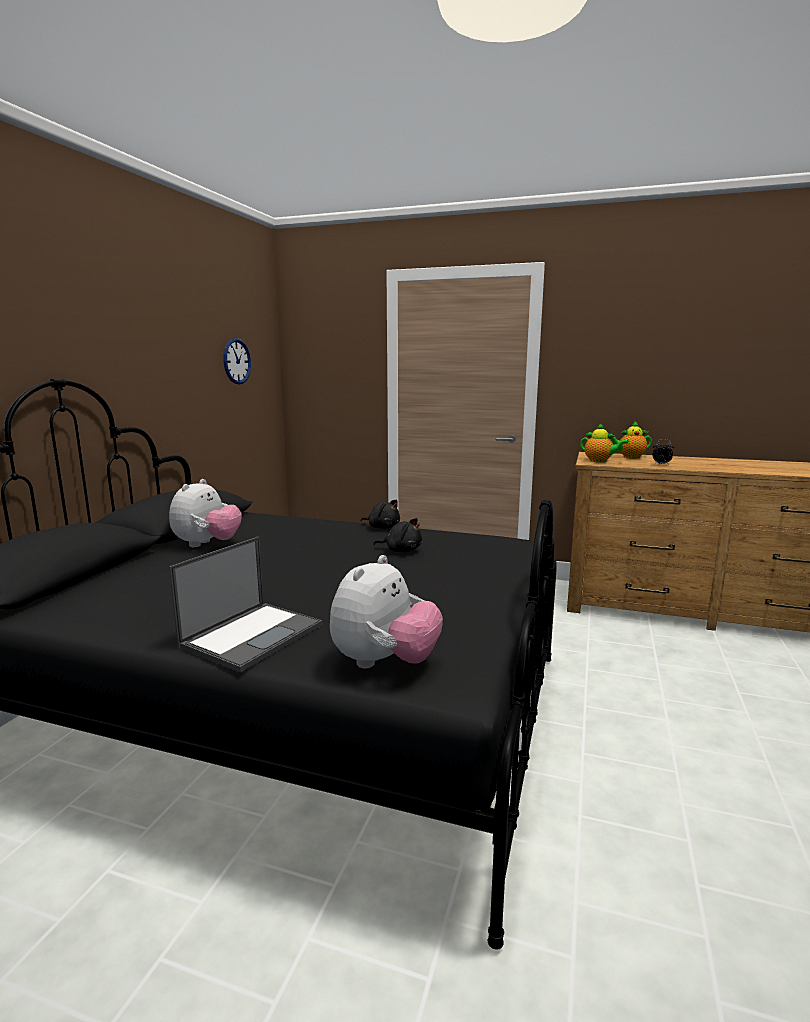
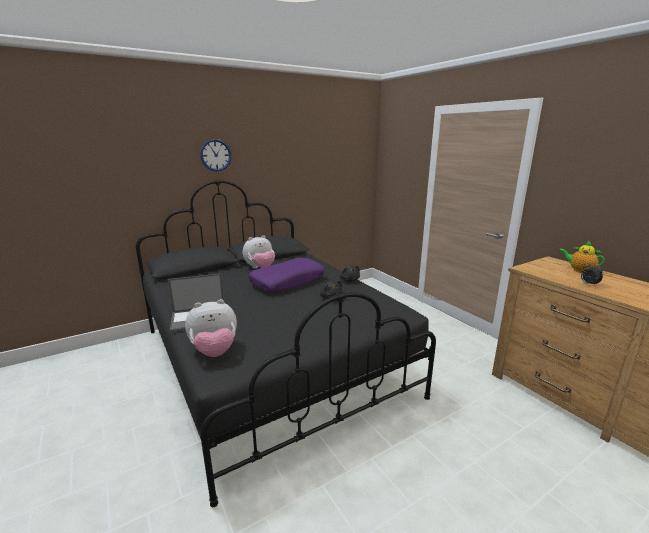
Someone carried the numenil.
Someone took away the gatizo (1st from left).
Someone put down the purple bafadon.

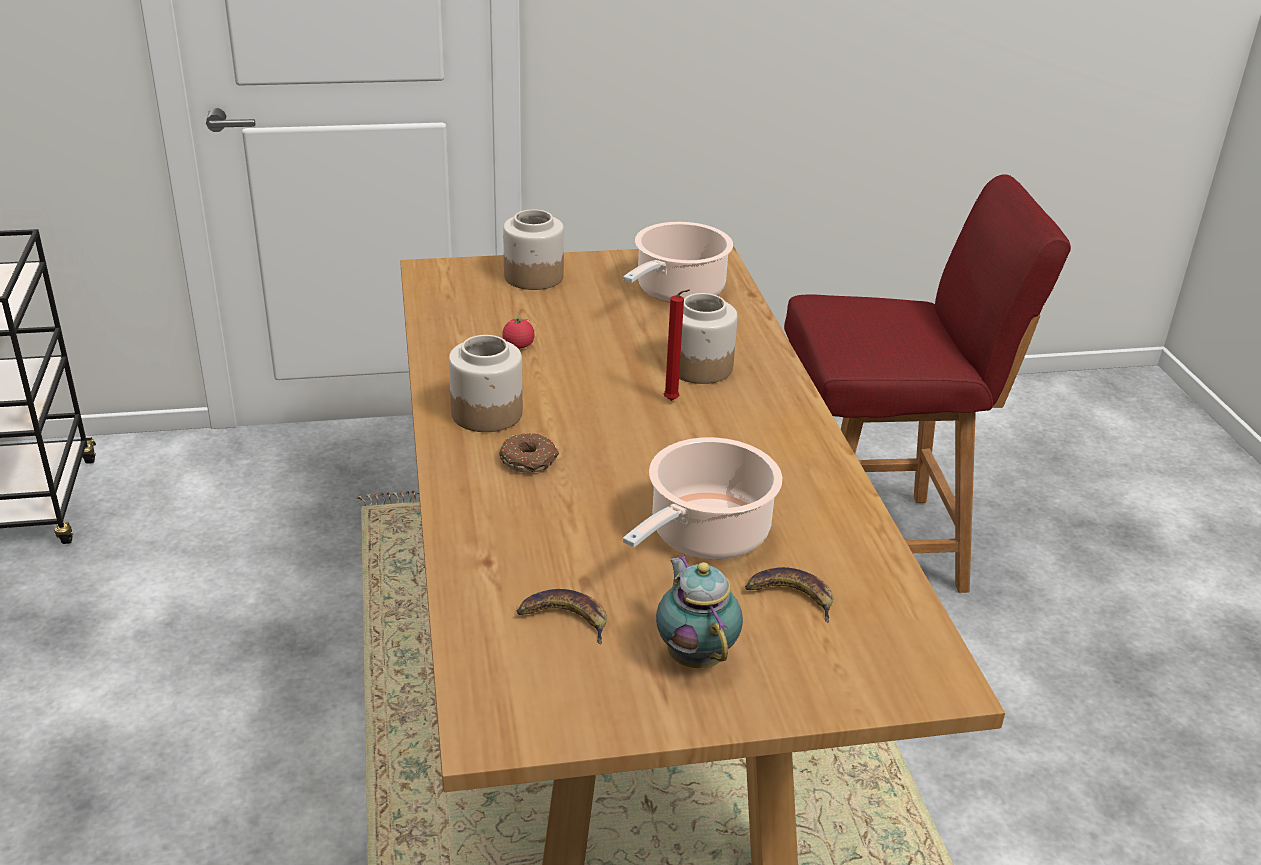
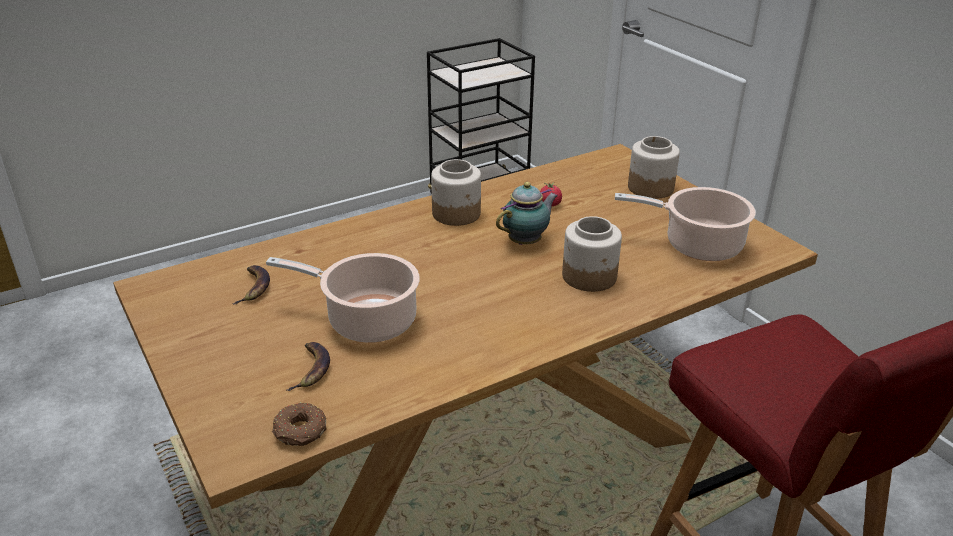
Someone took away the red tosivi.
Someone carried the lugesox.
Someone carried the gatizo.

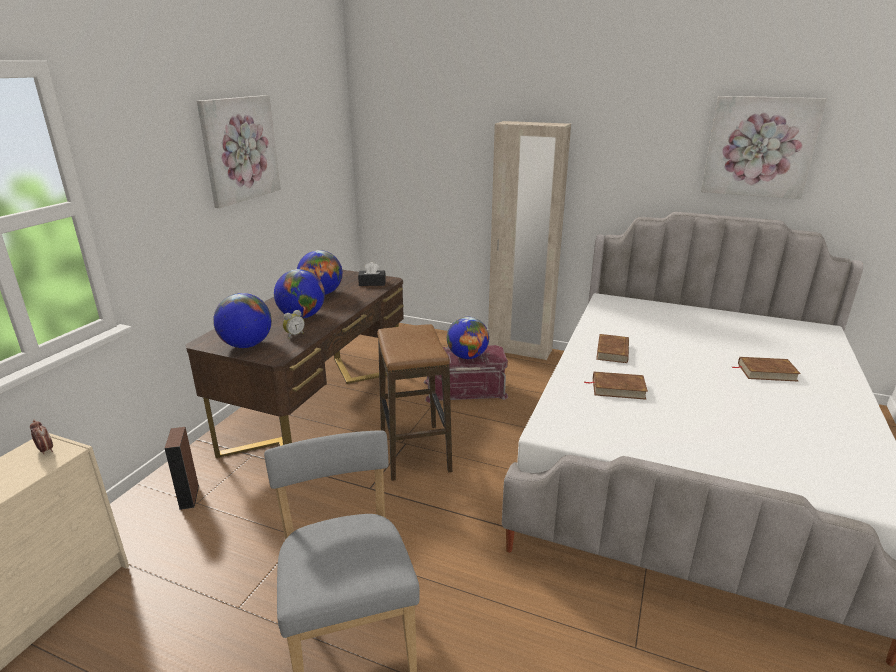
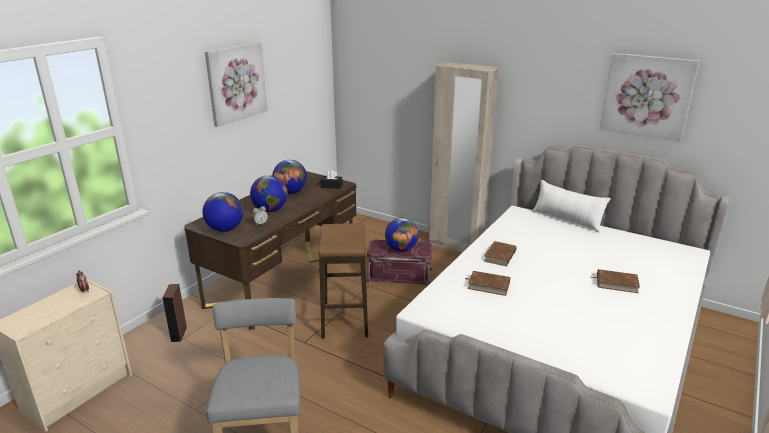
Someone put down the white bafadon.

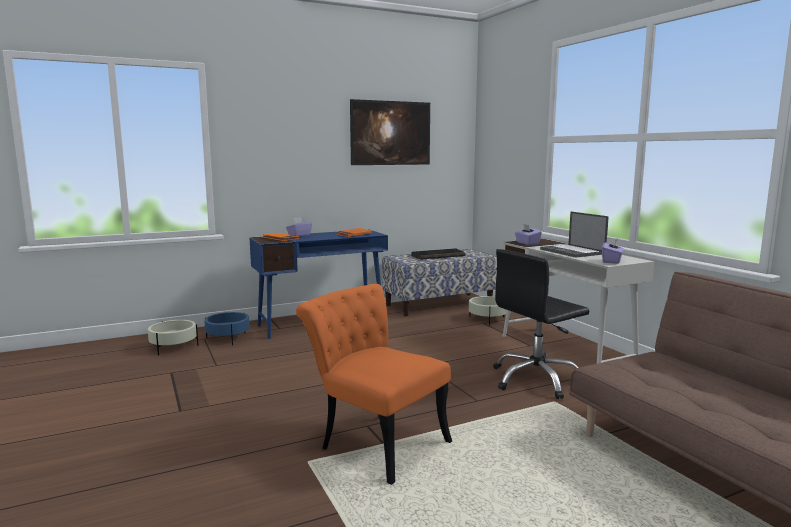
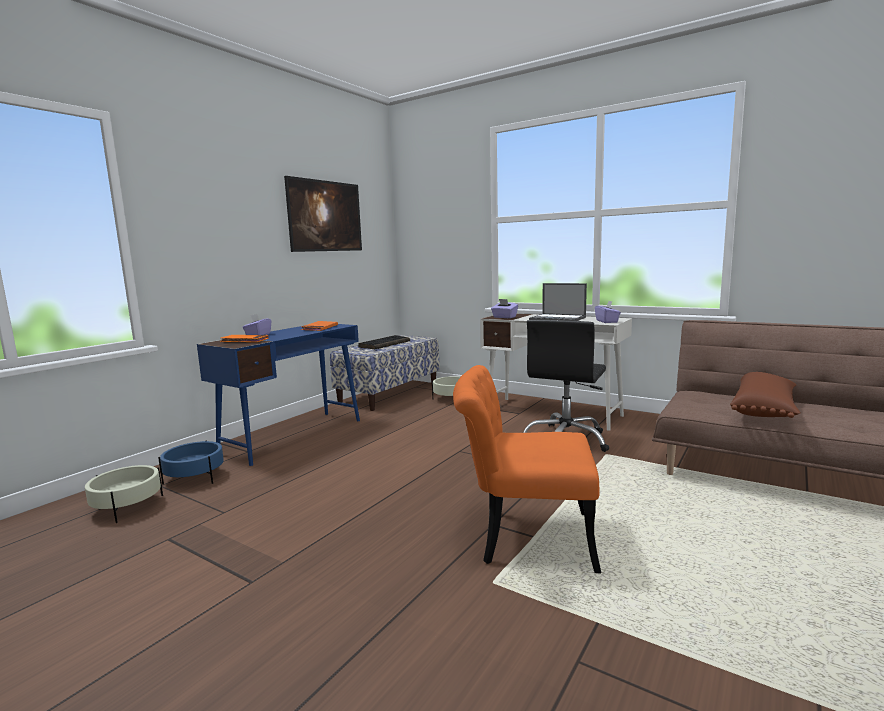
Someone put down the brown bafadon.

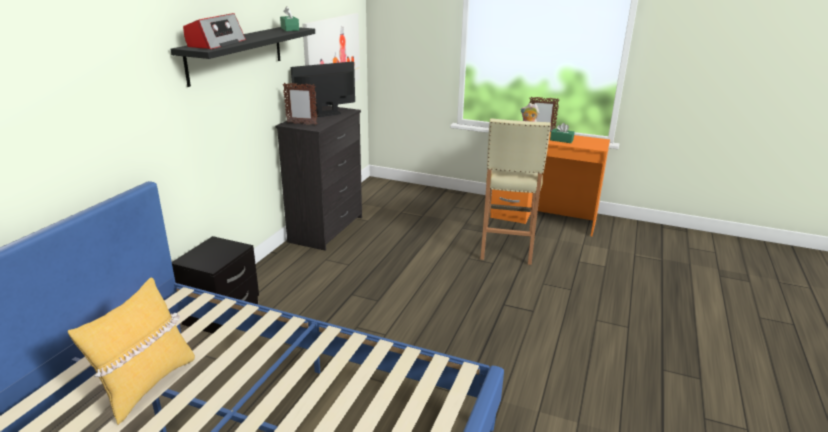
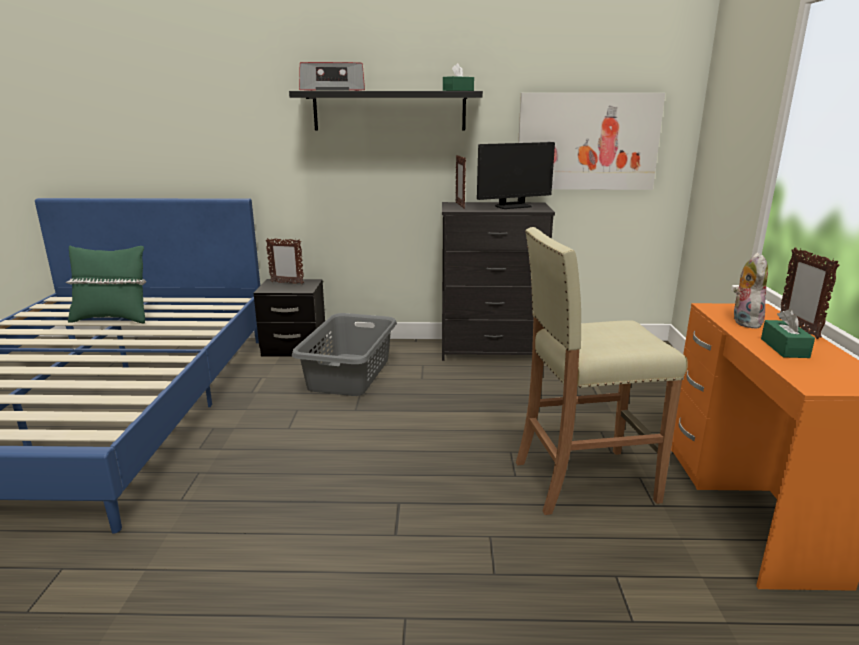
Someone rotated the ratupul by 120 degrees clockwise.
Someone repainted the yellow bafadon, which became the green bafadon.
Someone put down the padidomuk (1st from left).
Someone put down the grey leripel.

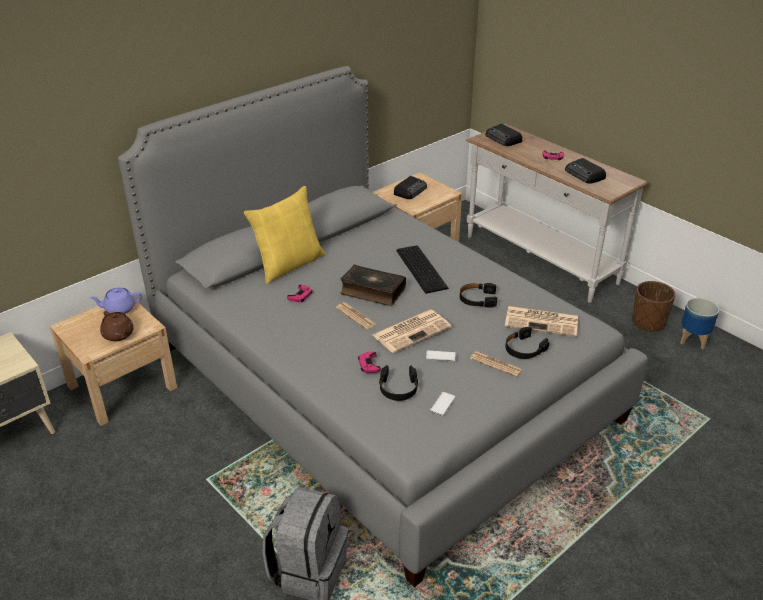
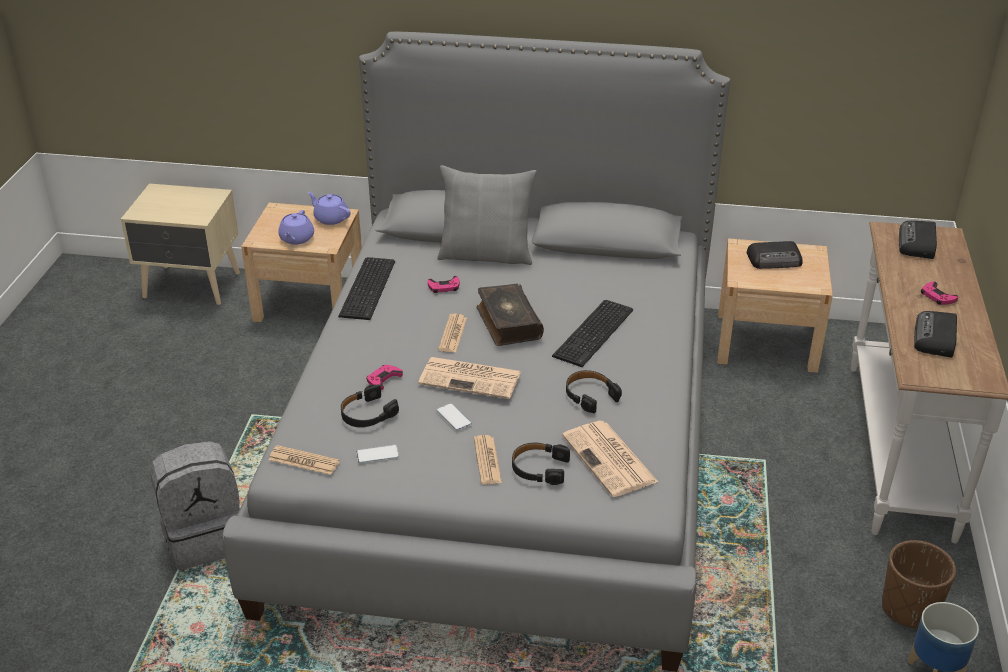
Someone repainted the yellow bafadon, which became the grey bafadon.
Someone repainted the brown gatizo, which became the purple gatizo (1st from left).
Someone put down the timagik (1st from left).
Someone put down the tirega (1st from left).

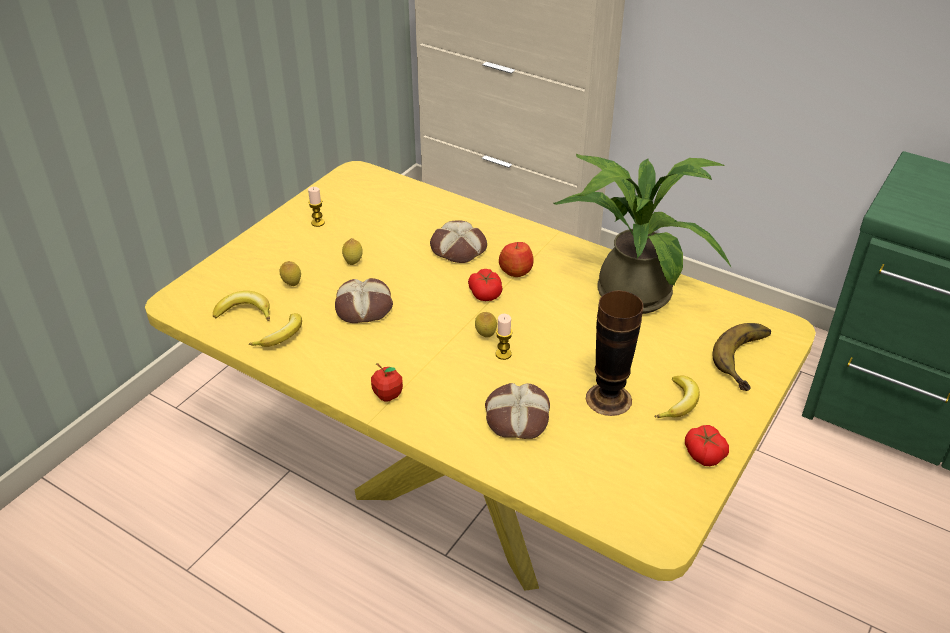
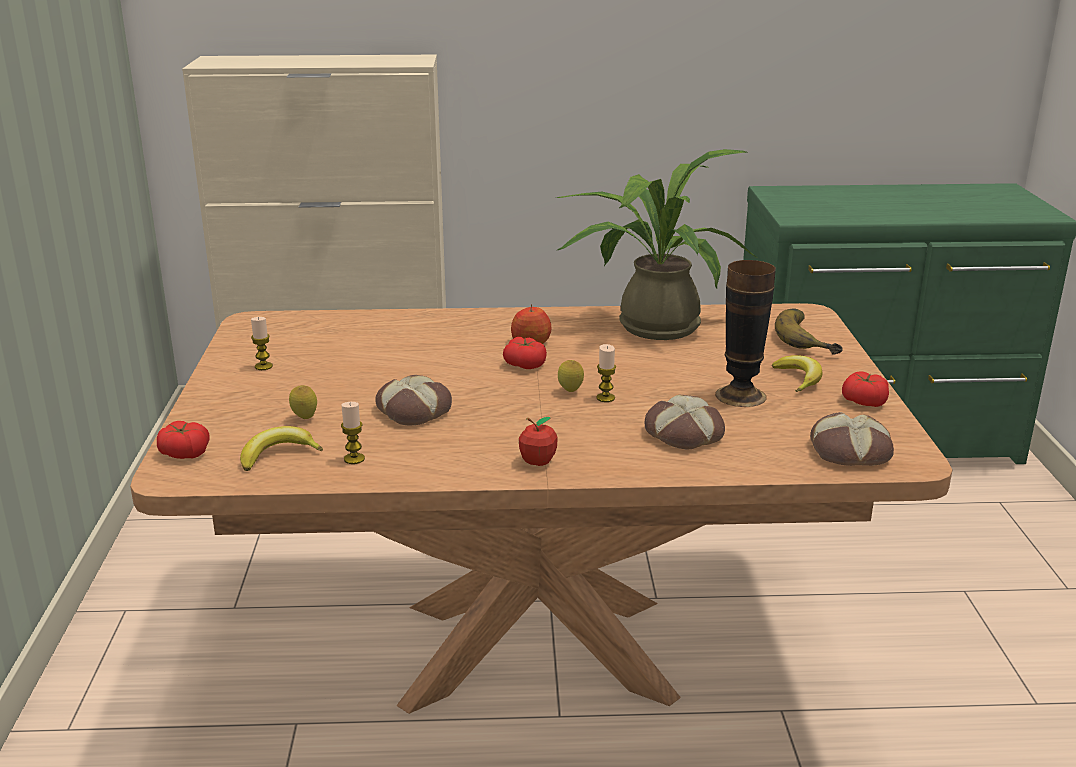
Someone repainted the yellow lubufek, which became the brown lubufek.
Someone carried the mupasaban (2nd from left in the first image).
Someone took away the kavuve (2nd from left).
Someone swapped the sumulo (2nd from left) for the tosivi (2nd from left).
Someone put down the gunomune (1st from left).

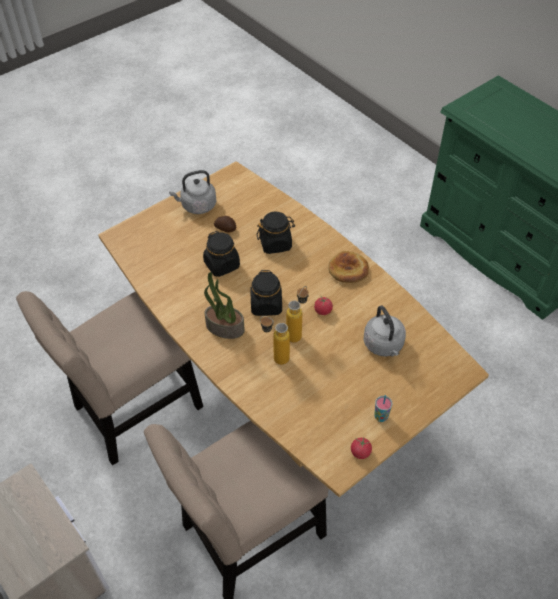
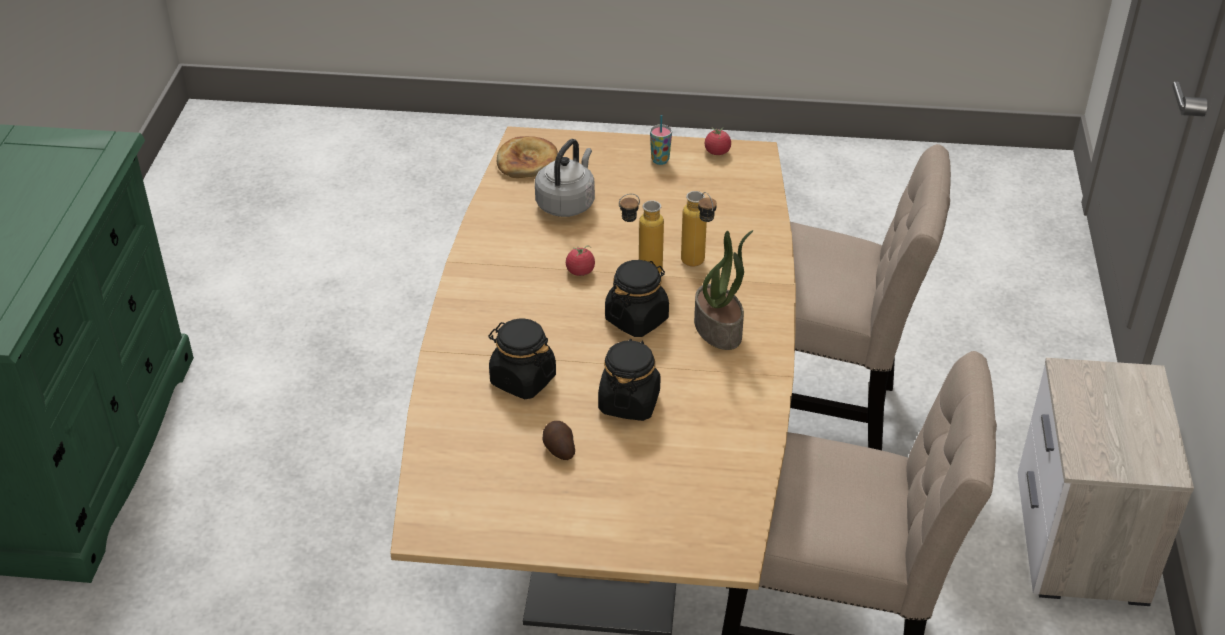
Someone took away the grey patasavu (1st from left).
Someone carried the mupasaban.

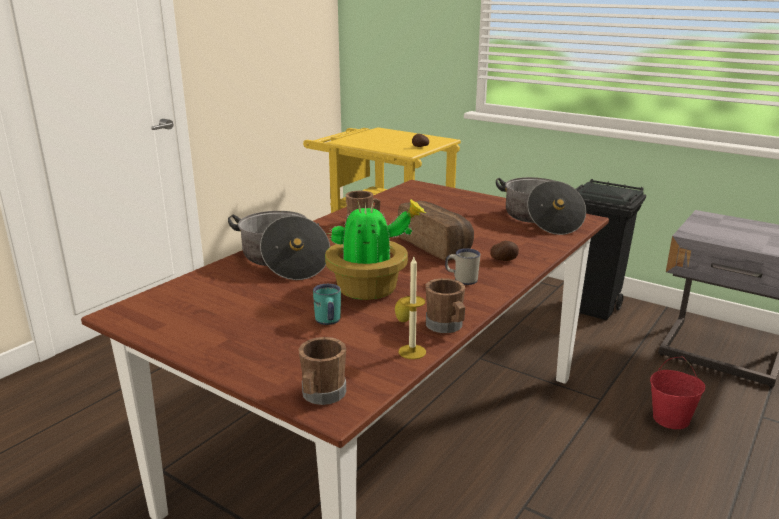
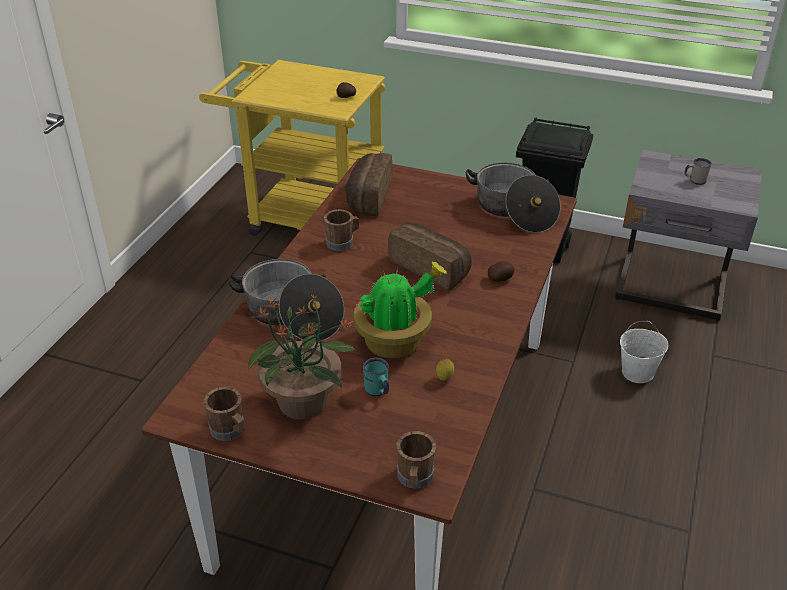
Someone carried the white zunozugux.
Someone took away the tosivi.
Someone carried the brown zunozugux (3rd from left in the first image).
Someone repainted the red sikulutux, which became the white sikulutux.
Someone put down the mupasaban (1st from left).
Someone put down the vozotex (1st from left).

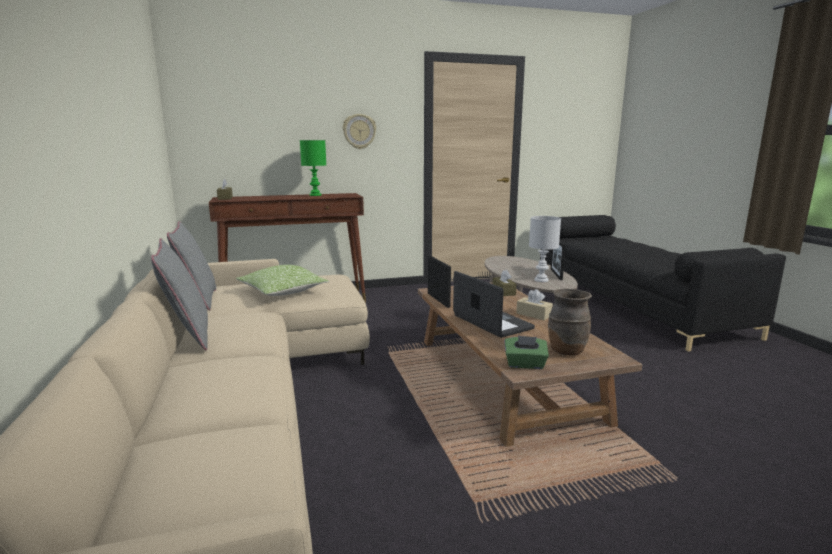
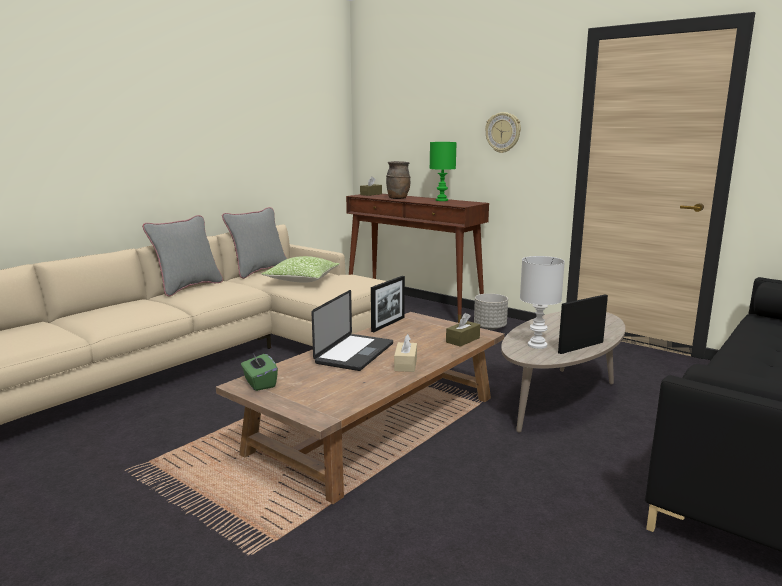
Someone carried the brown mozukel.
Someone put down the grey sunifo.

